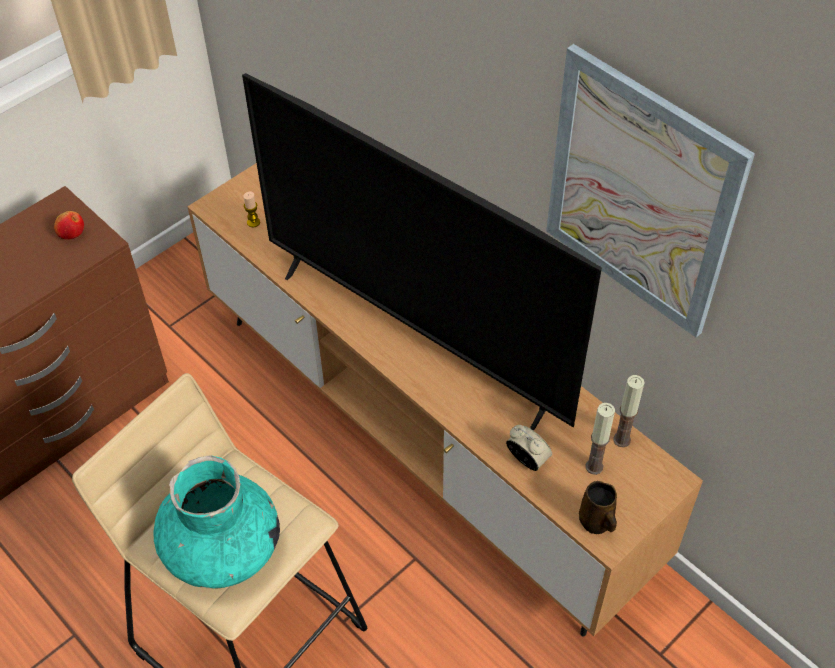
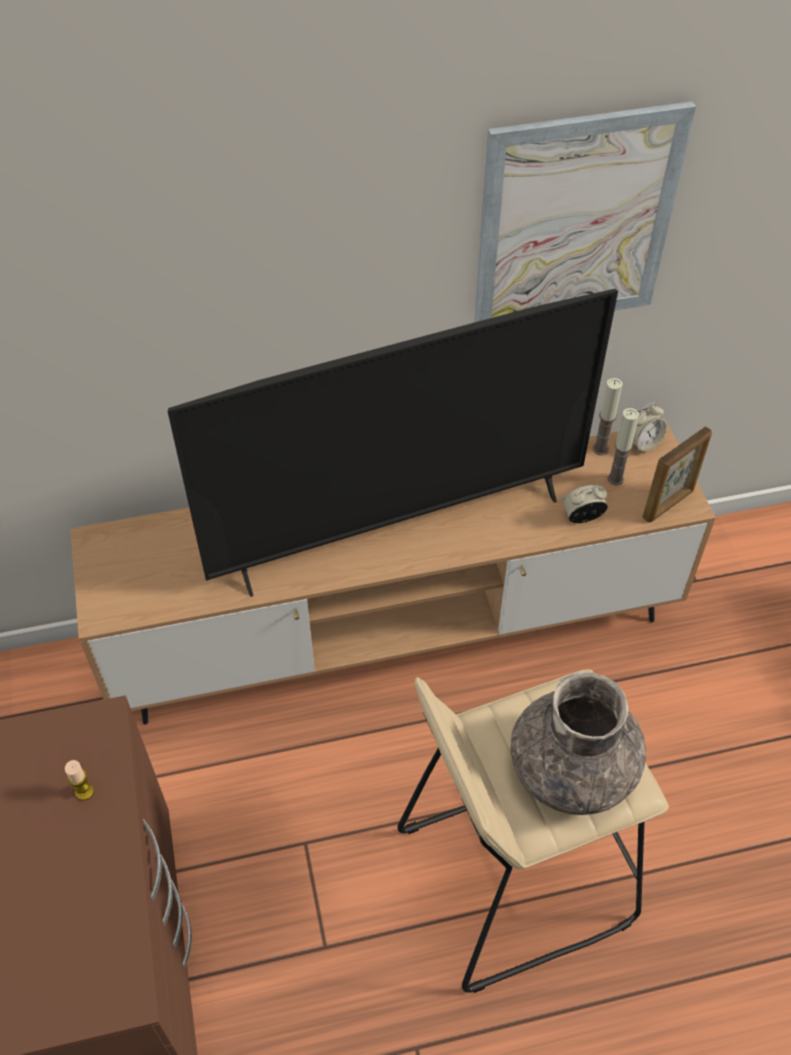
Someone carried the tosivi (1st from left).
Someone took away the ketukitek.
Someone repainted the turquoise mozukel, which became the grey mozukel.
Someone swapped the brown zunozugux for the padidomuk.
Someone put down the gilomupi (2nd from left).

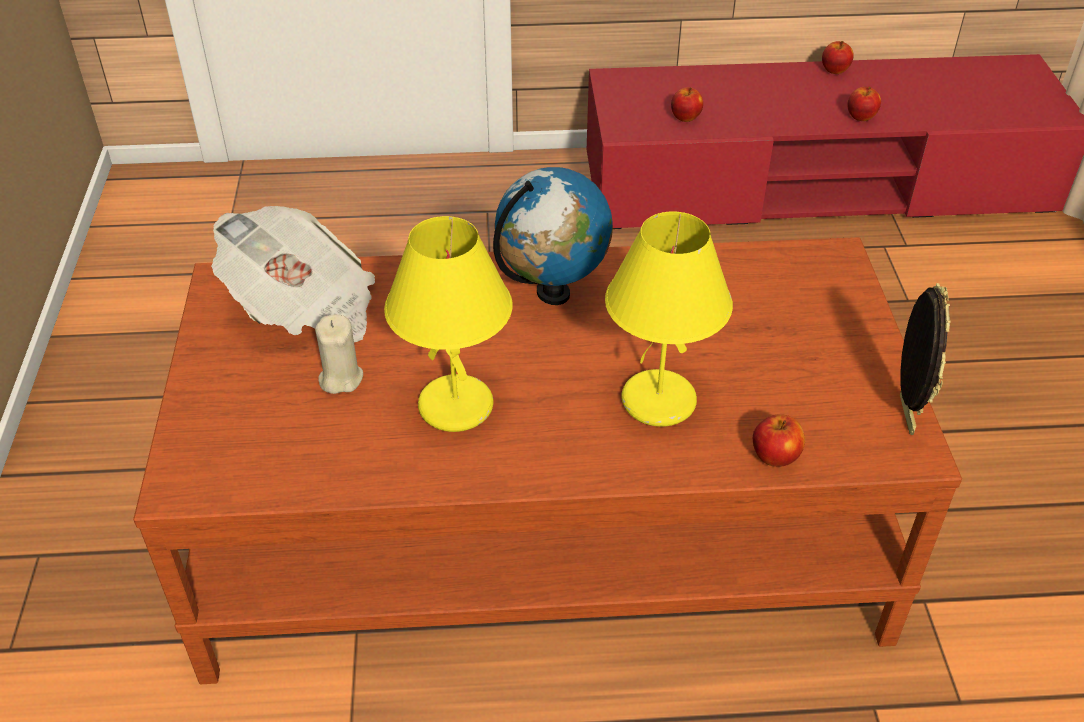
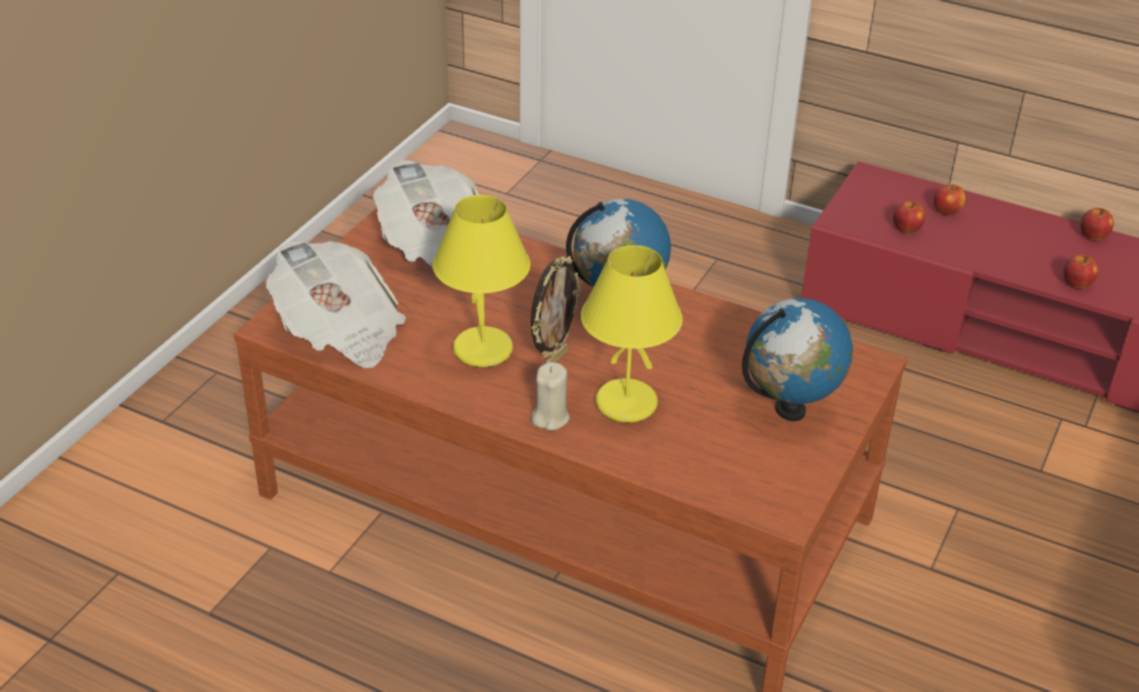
Someone carried the padidomuk.
Someone carried the beige tosivi.
Someone carried the ketukitek (2nd from left).
Someone put down the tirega (1st from left).
Someone put down the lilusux (2nd from left).

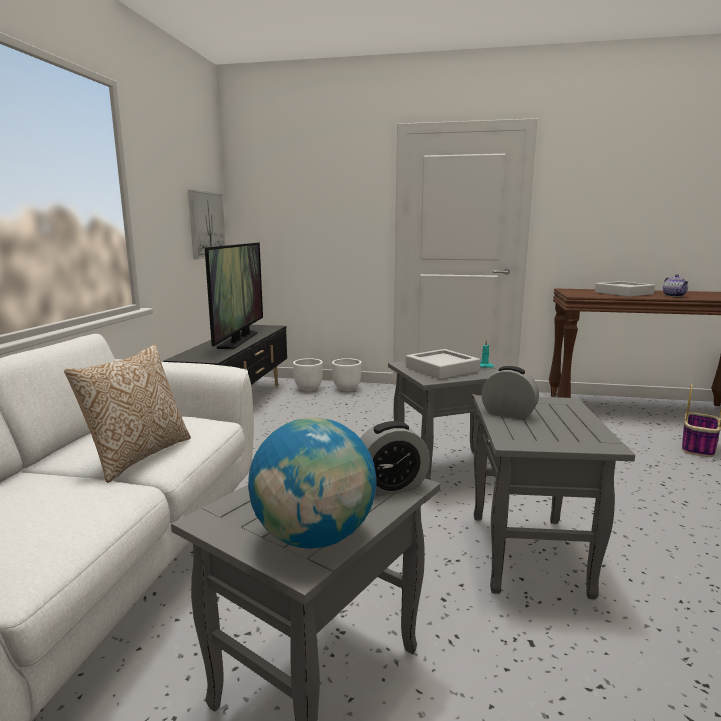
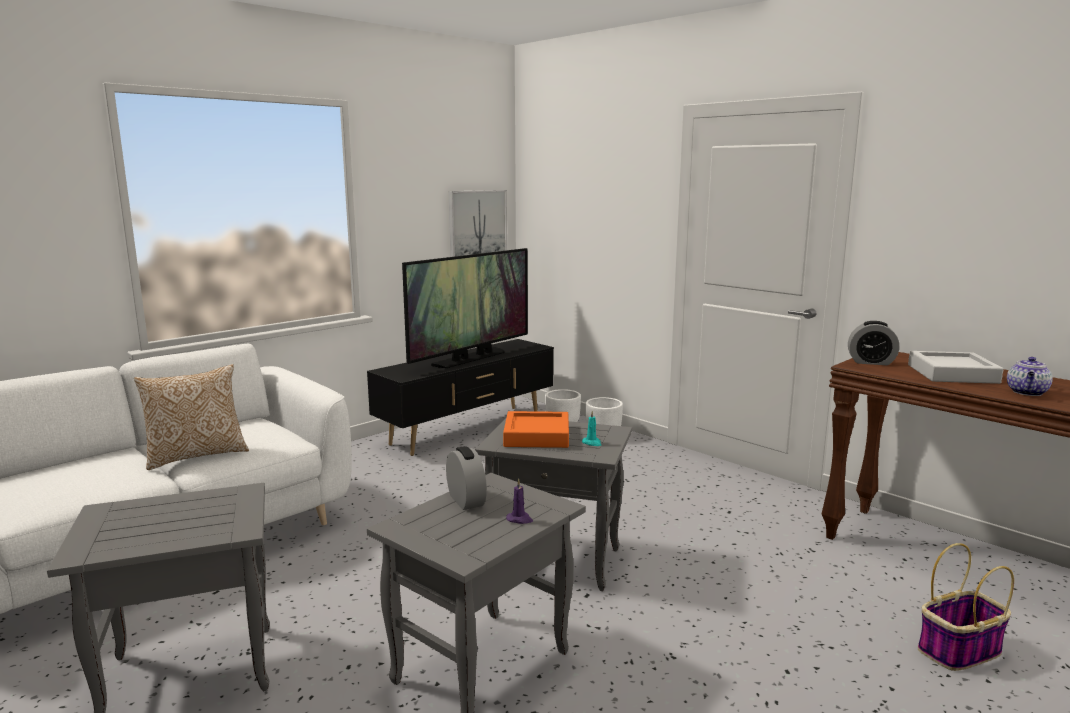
Someone repainted the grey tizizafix (1st from left), which became the orange tizizafix.
Someone took away the lilusux.
Someone carried the gilomupi (1st from left in the first image).
Someone put down the purple tosivi.

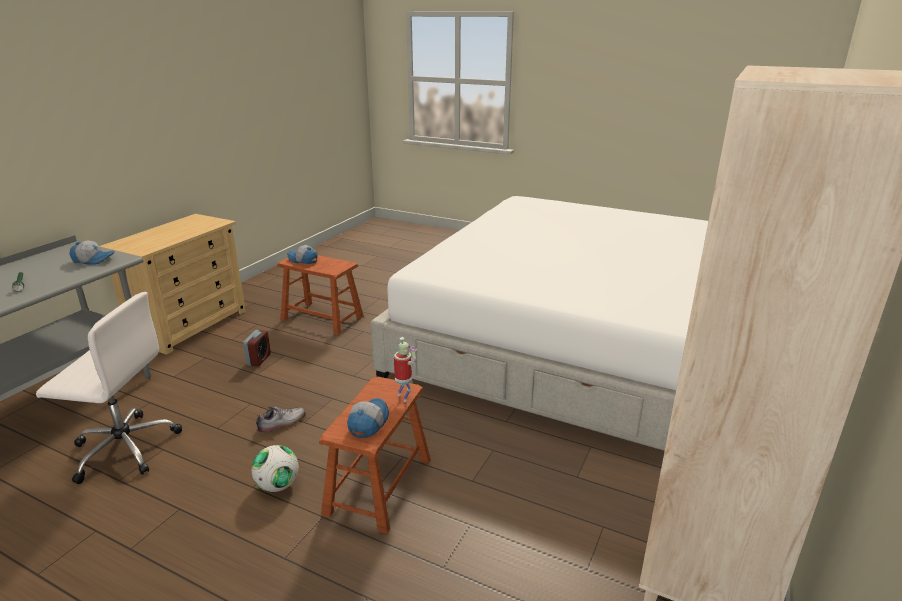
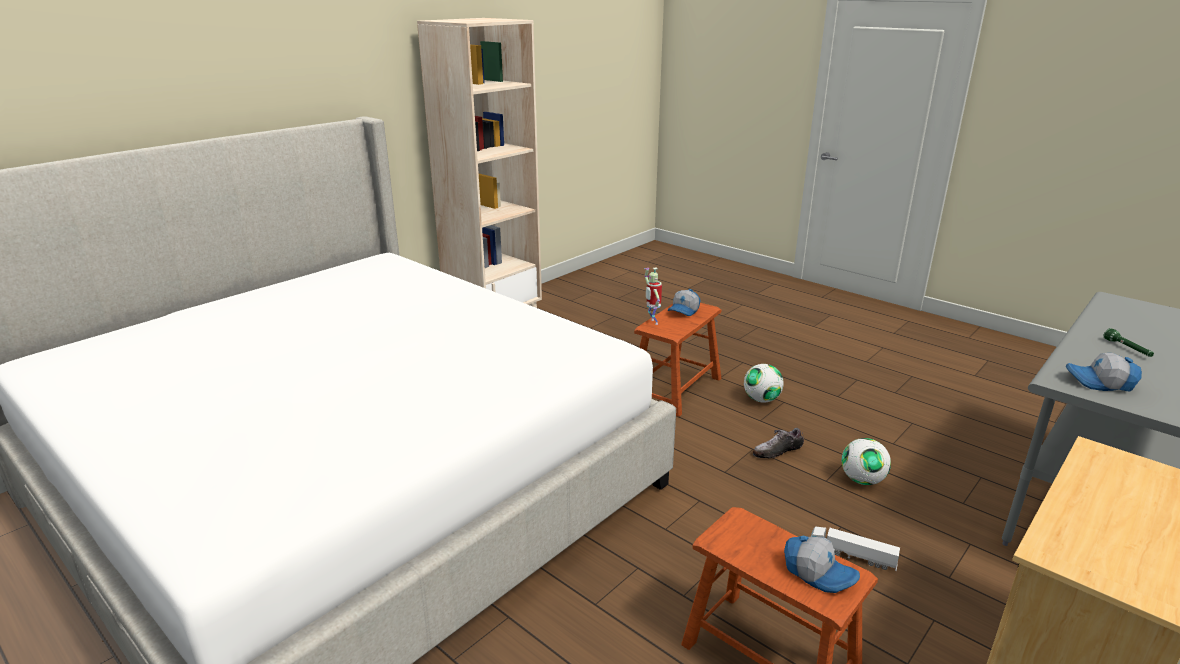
Someone took away the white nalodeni.
Someone swapped the gilomupi for the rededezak.
Someone put down the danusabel (2nd from left).

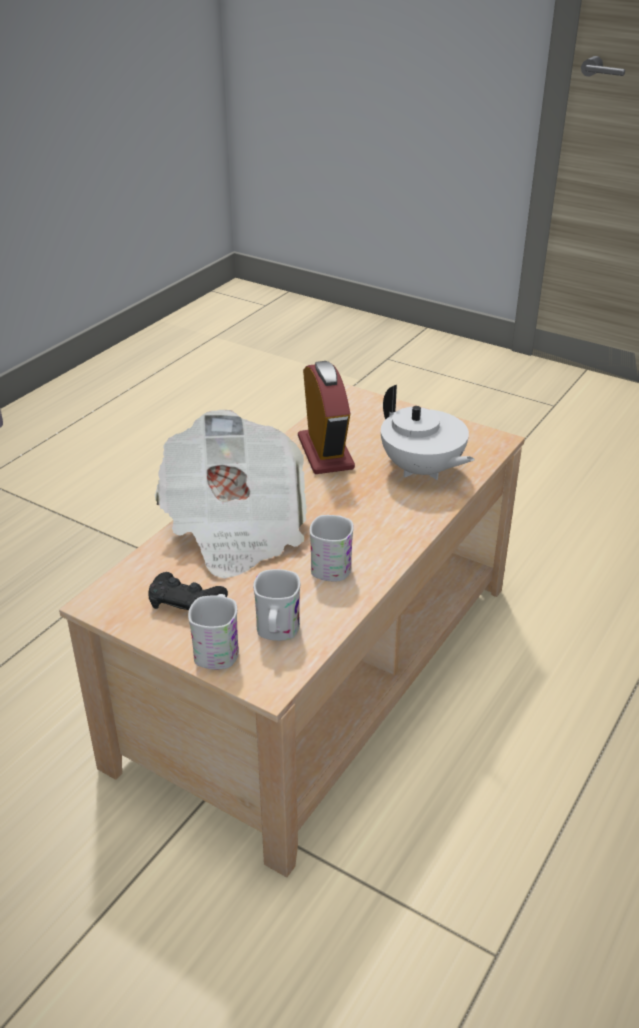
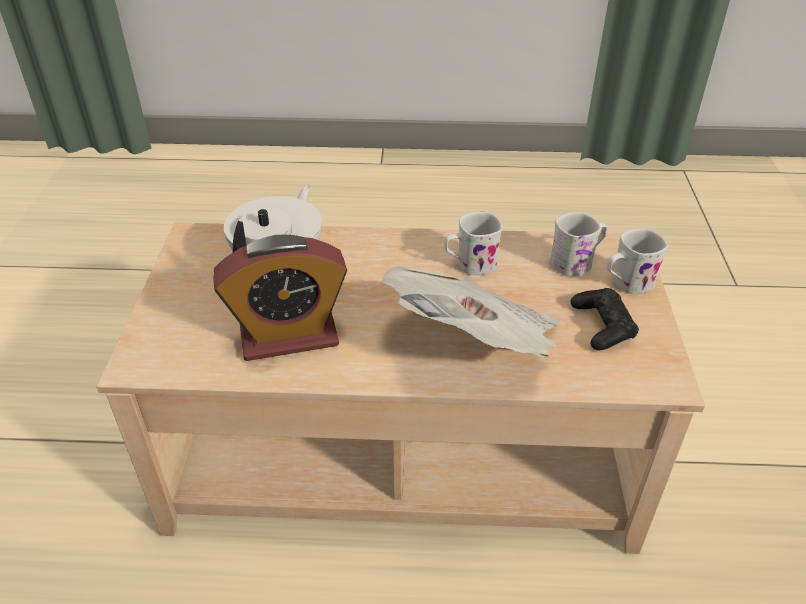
Someone rotated the gilomupi by 150 degrees counterclockwise.

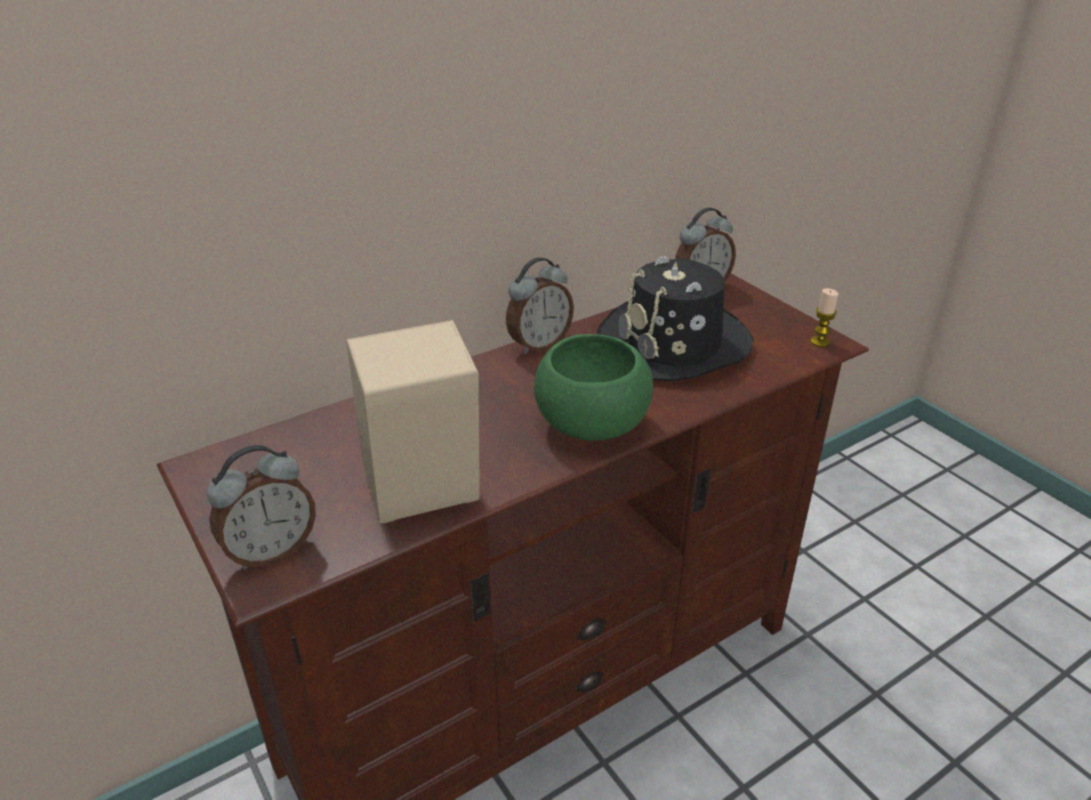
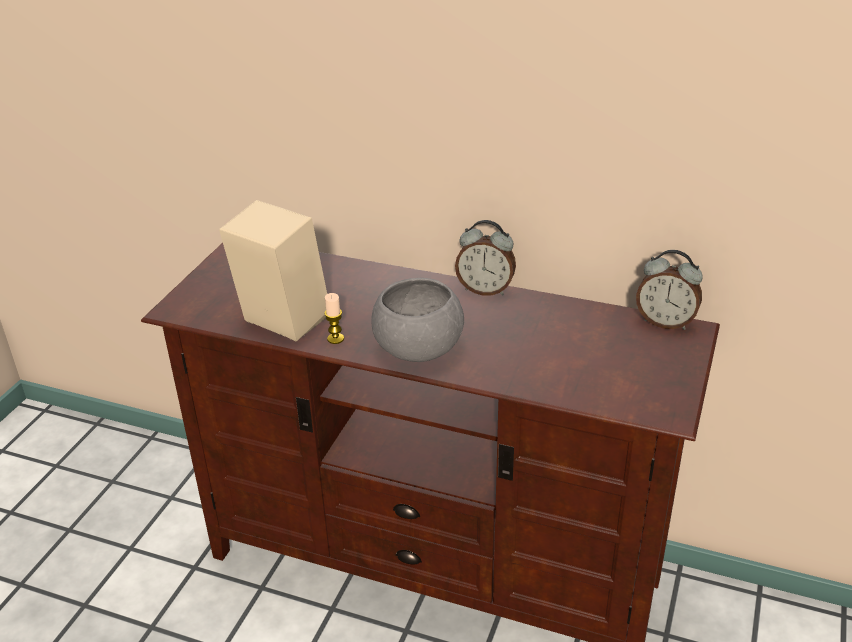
Someone took away the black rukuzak.
Someone carried the tosivi.
Someone repainted the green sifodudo, which became the grey sifodudo.
Someone took away the gilomupi (1st from left).

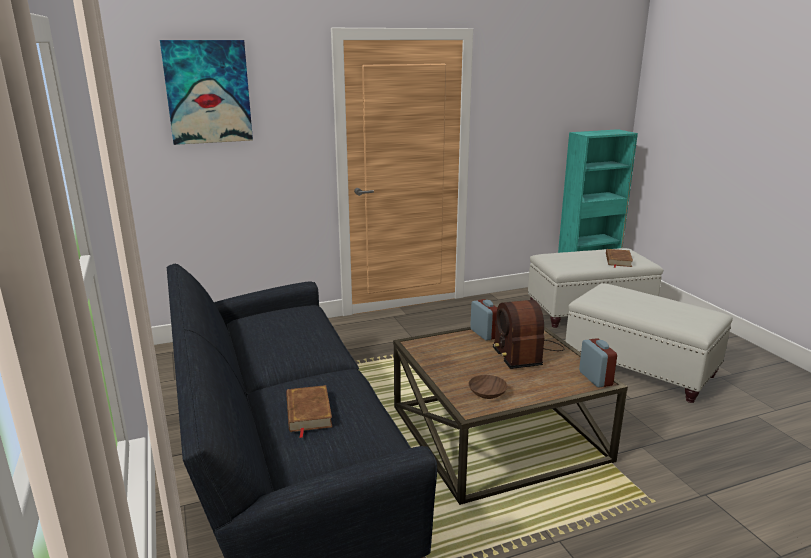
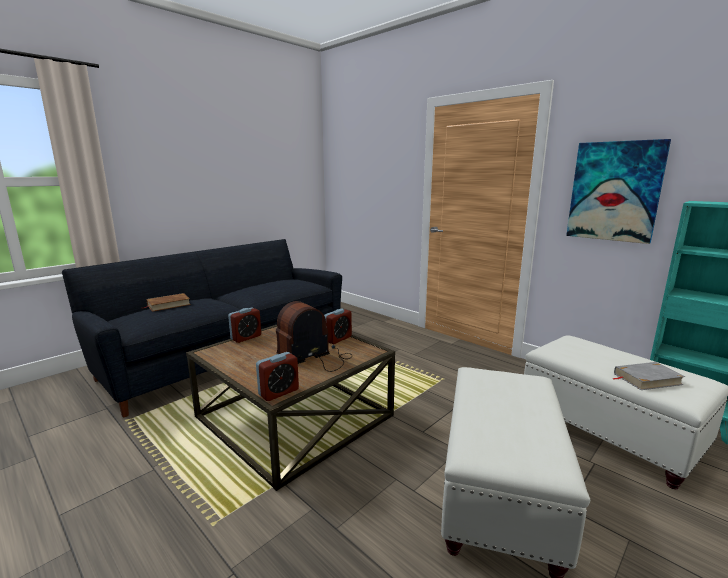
Someone carried the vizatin.
Someone repainted the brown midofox (2nd from left), which became the grey midofox.
Someone took away the brown sifodudo.
Someone put down the gilomupi (1st from left).

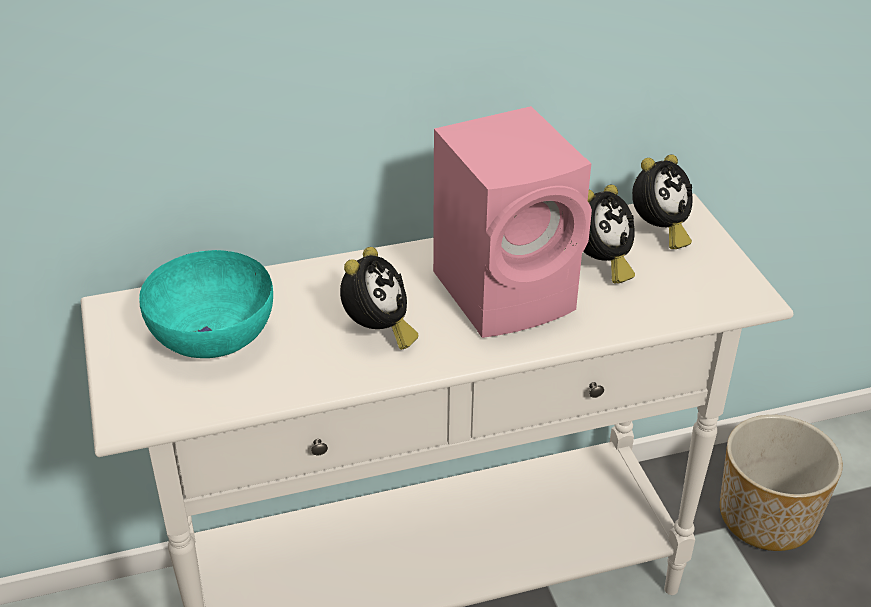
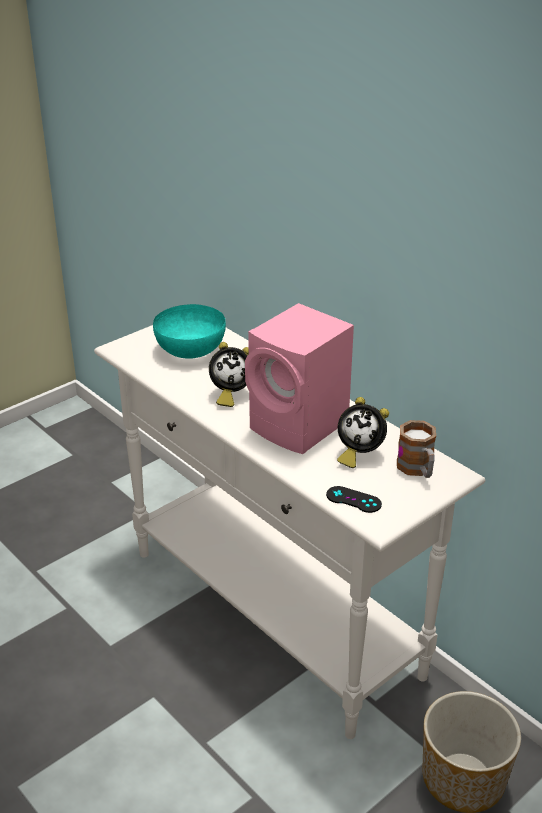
Someone swapped the gilomupi (3rd from left) for the zunozugux.
Someone put down the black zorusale.

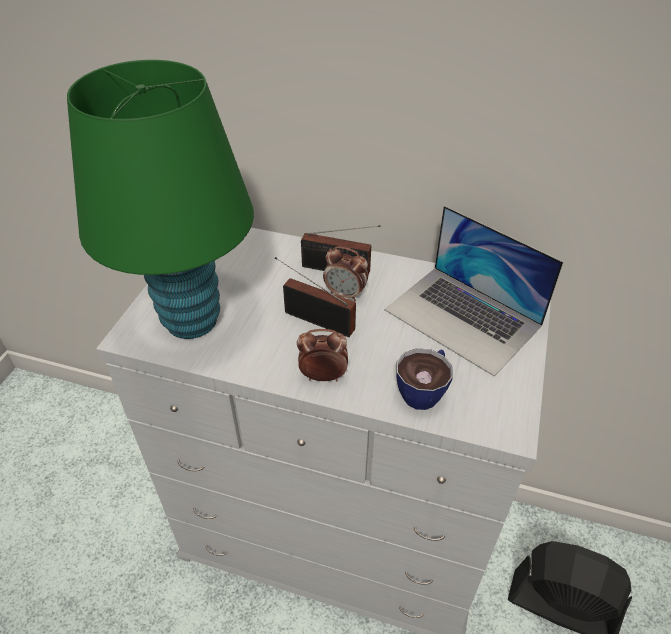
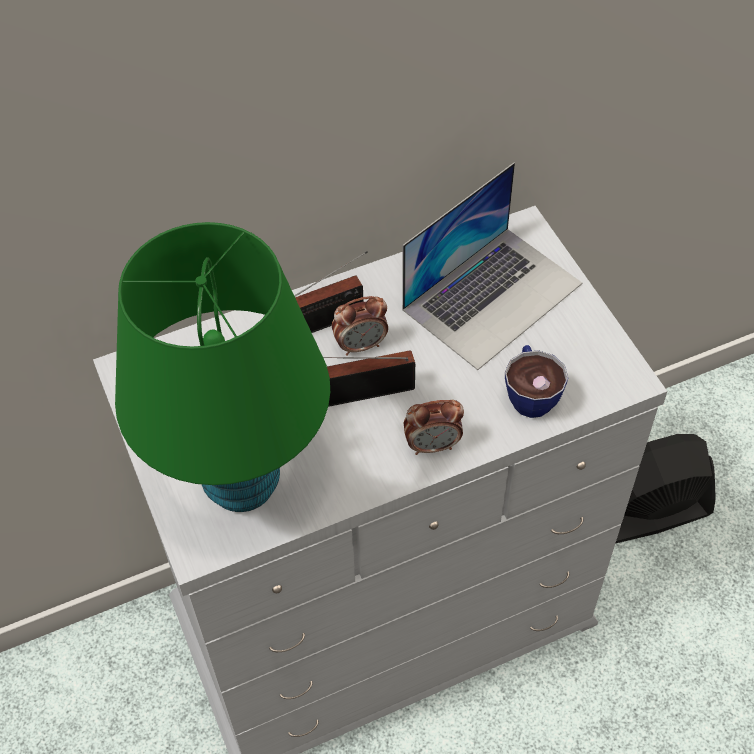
Someone rotated the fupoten by 45 degrees counterclockwise.
Someone rotated the gilomupi (1st from left in the first image) by 150 degrees counterclockwise.

